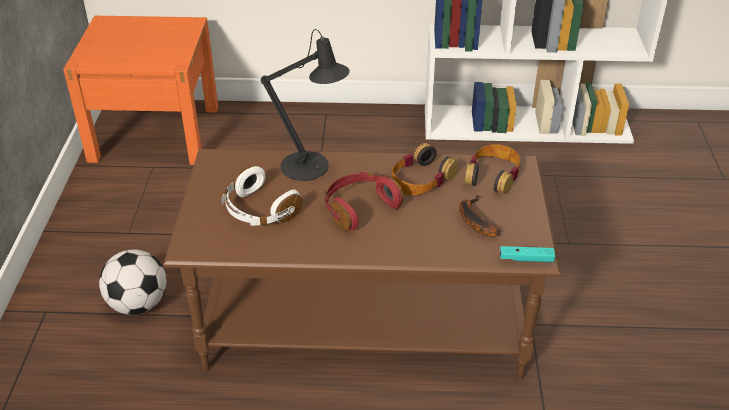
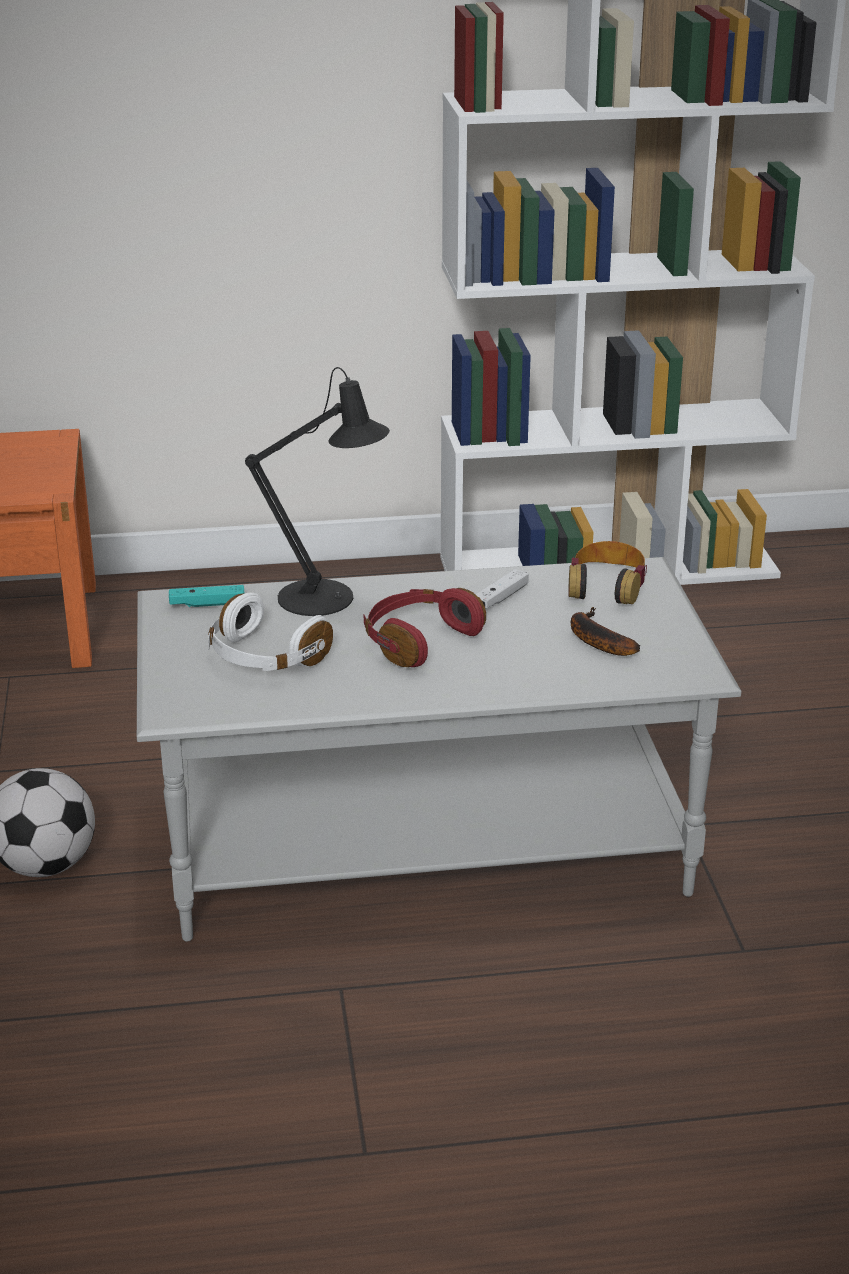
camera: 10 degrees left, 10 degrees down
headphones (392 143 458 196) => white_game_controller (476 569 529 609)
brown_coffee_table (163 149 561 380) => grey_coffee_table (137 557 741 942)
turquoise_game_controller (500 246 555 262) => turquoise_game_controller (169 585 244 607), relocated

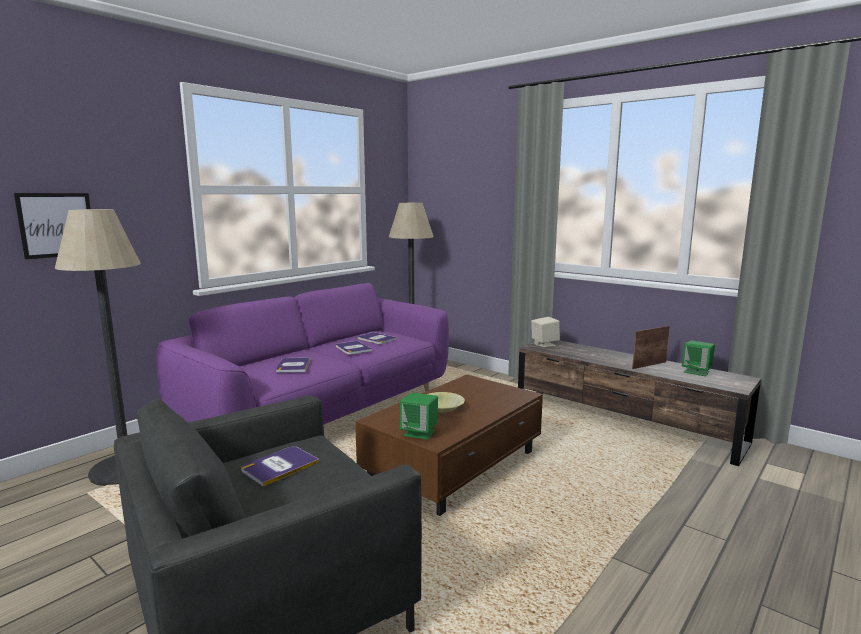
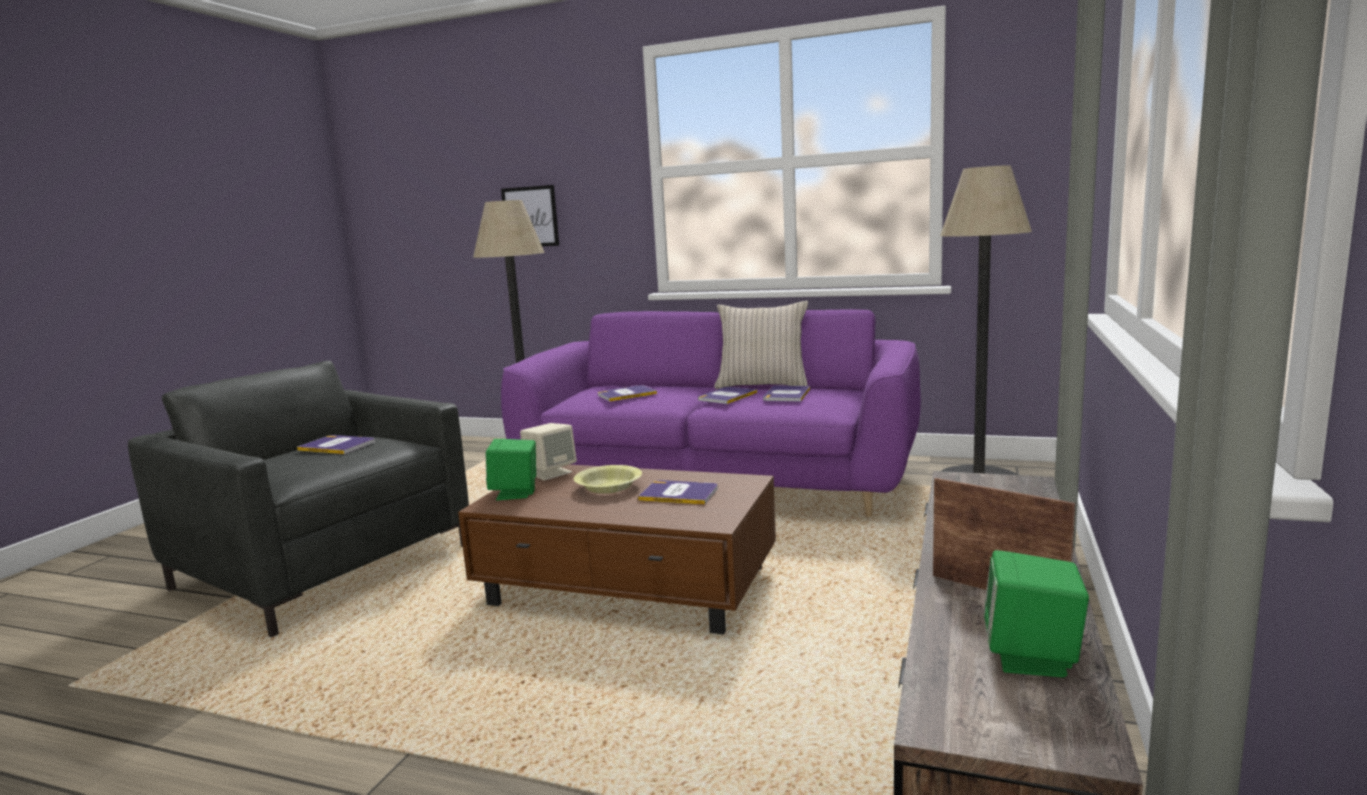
camera: 70 degrees right, 0 degrees up
beige_speaker (531 317 560 347) => beige_speaker (520 423 577 481), relocated
nothing => beige_pillow (715 301 808 389)
nothing => book (638 480 718 505)

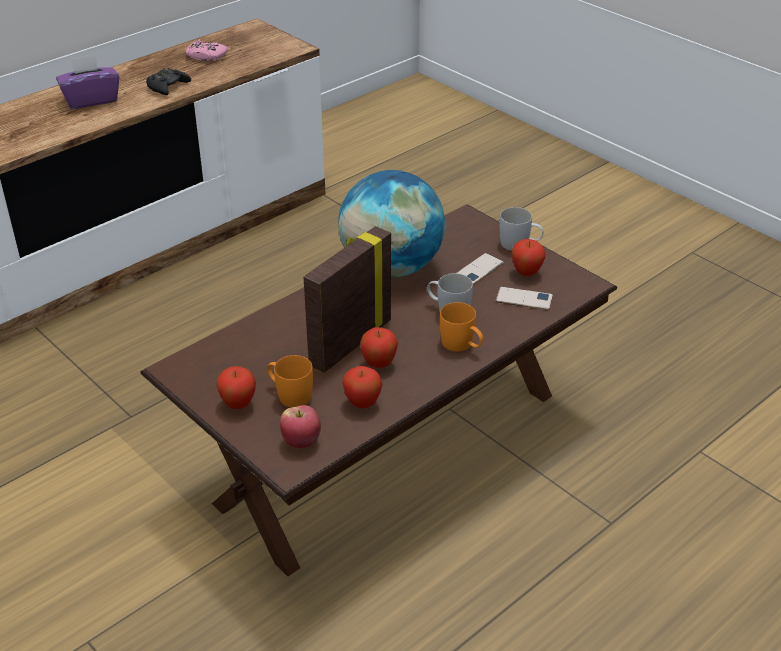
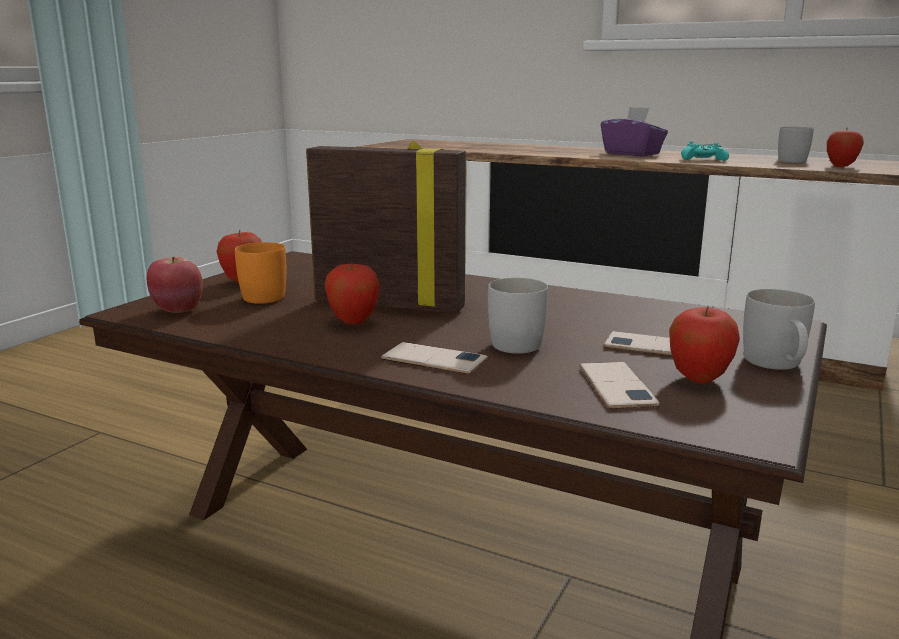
camera: 70 degrees right, 20 degrees down
pink_game_controller (186 39 228 61) => white_mug (778 127 814 163)
black_game_controller (146 68 191 95) => turquoise_game_controller (681 141 729 161)
globe (338 170 445 278) => nothing
orange_mug (440 302 483 352) => phone (381 342 488 374)
apple (342 366 383 409) => apple (827 129 864 167), relocated

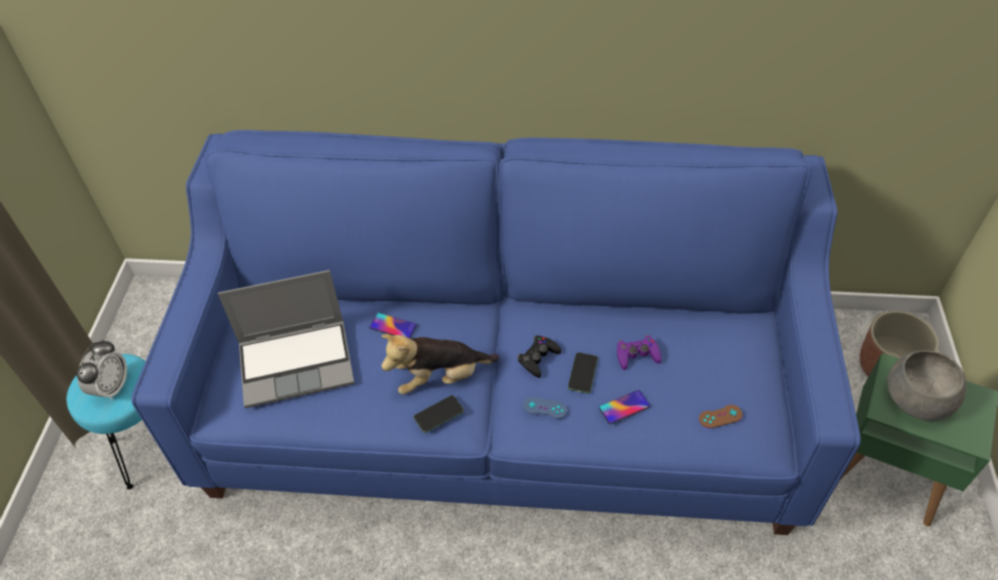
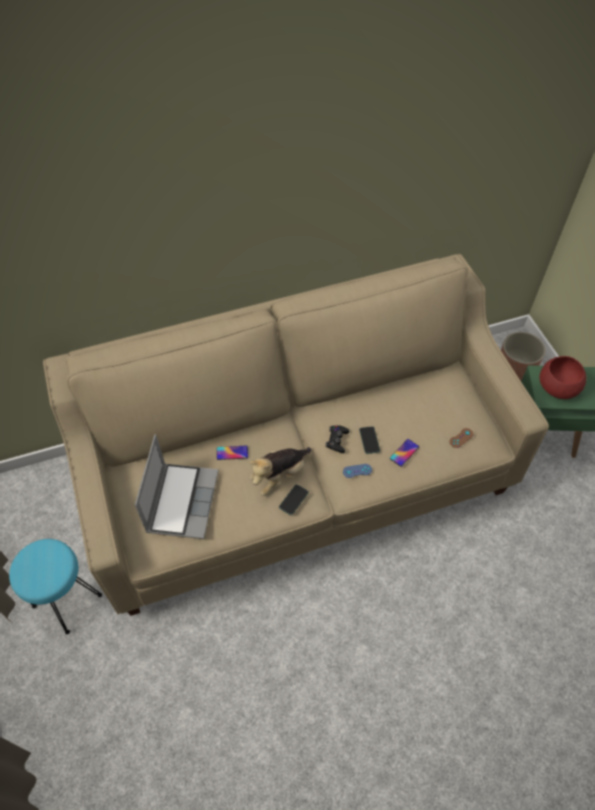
camera: 25 degrees left, 5 degrees up
blue_sofa (132 130 861 535) => beige_sofa (43 254 549 616)
laptop (218 270 354 408) => laptop (135 434 218 539), 45 degrees counterclockwise
purple_game_controller (617 335 661 370) => nothing
alarm_clock (77 339 127 400) => nothing
grey_bowl (887 350 966 421) => red_bowl (539 356 586 399)

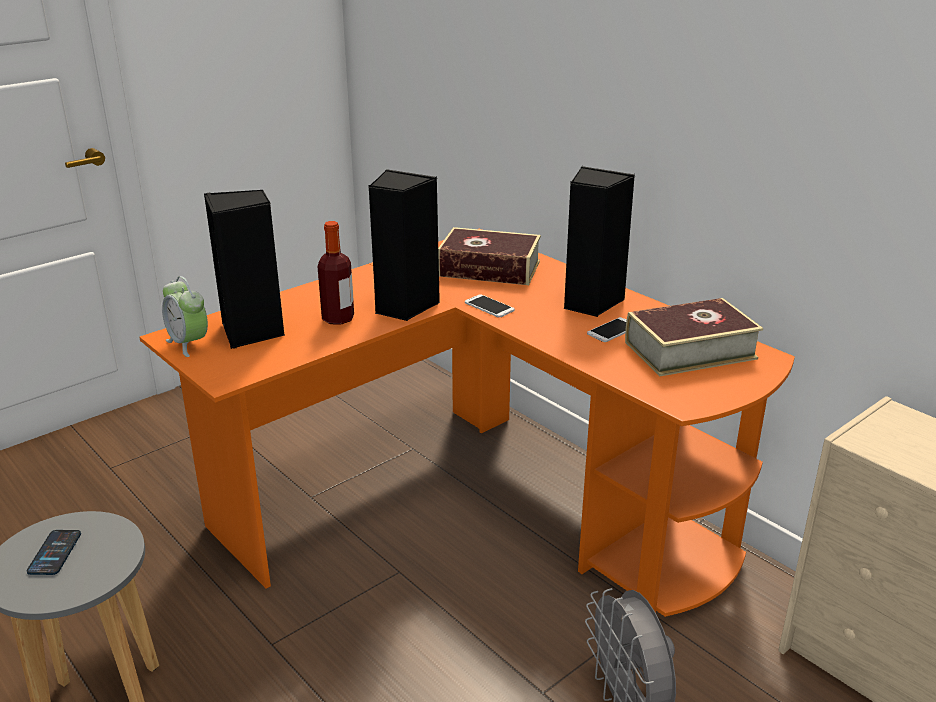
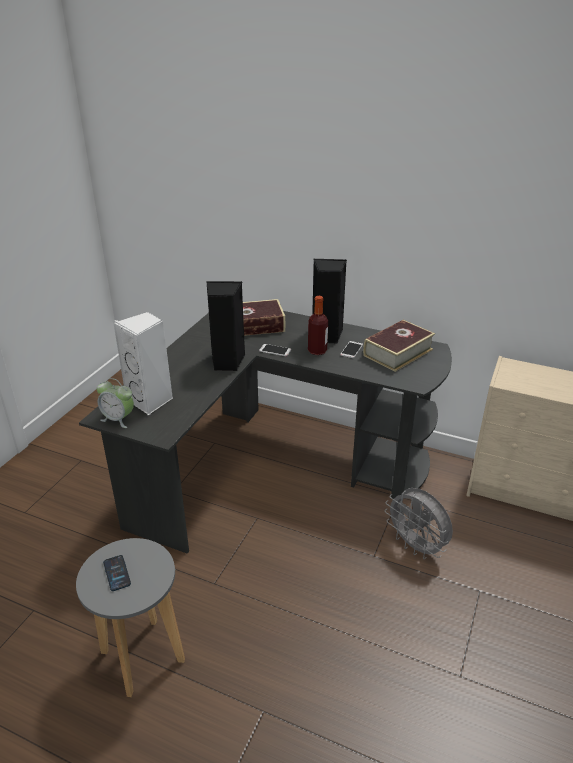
camera: 25 degrees left, 5 degrees up
black_speaker (204 190 285 349) => white_speaker (113 311 173 415)
bottle (317 221 354 325) => bottle (308 296 328 355), relocated
orange_desk (139 229 795 617) => black_desk (79 311 452 554)

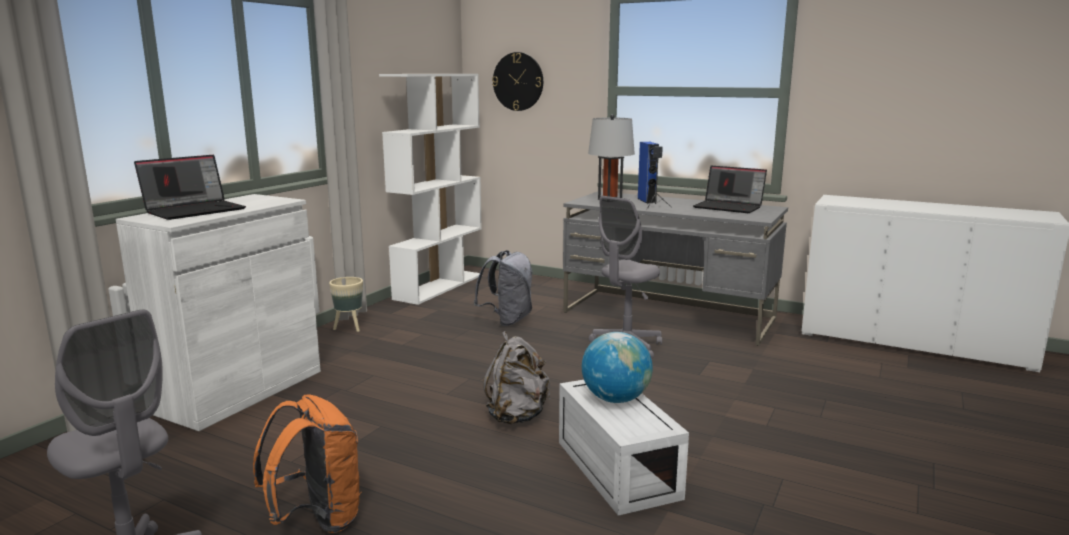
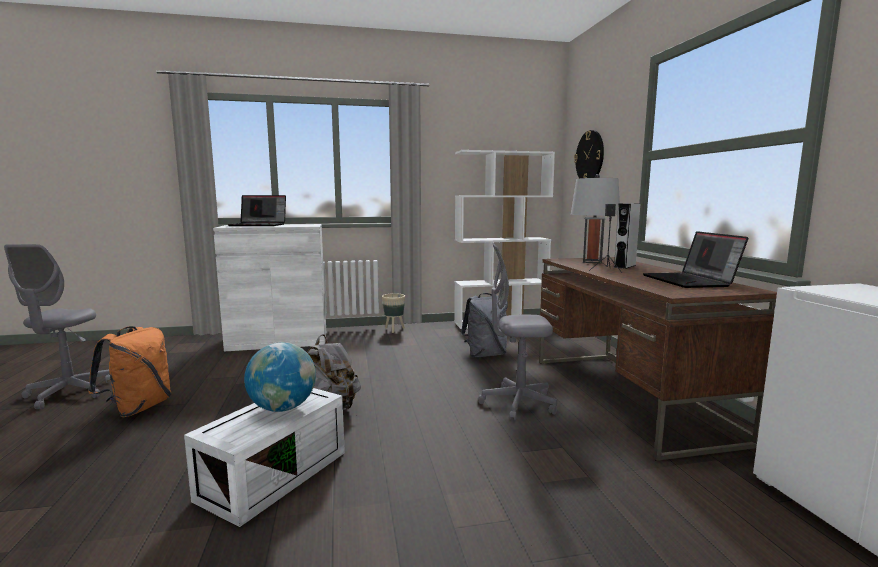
camera: 50 degrees right, 5 degrees down
blue_speaker (637 142 659 203) => grey_speaker (614 203 641 269)
grey_desk (563 191 788 346) => brown_desk (539 257 777 461)

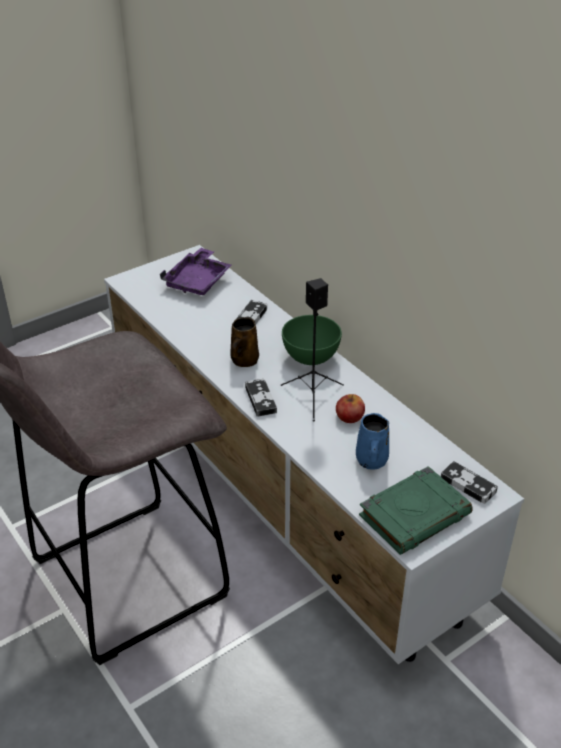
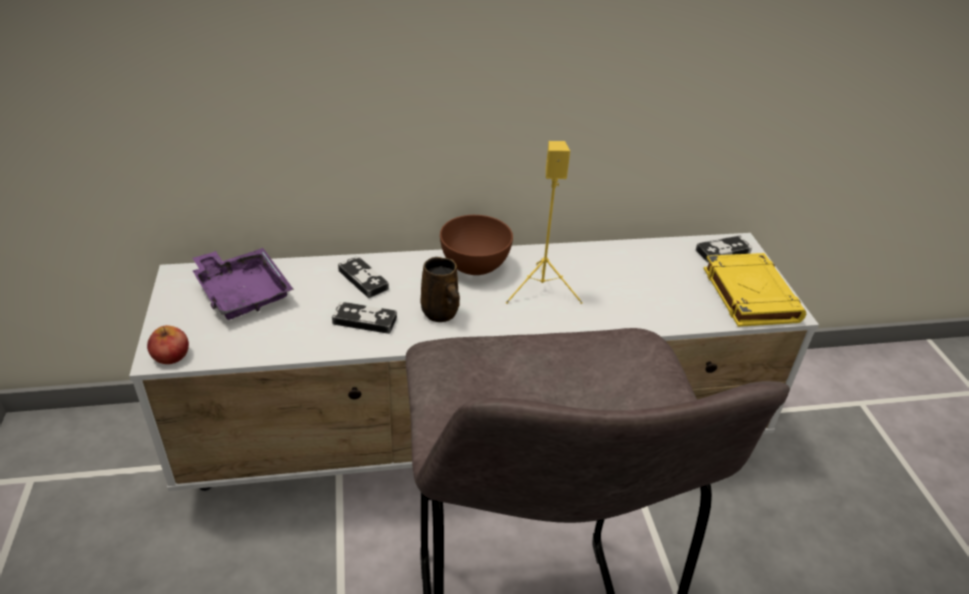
camera: 65 degrees left, 0 degrees up
black_speaker (280 278 344 421) => yellow_speaker (506 141 583 304)
green_bowl (282 315 342 365) => brown_bowl (440 215 513 275)
game_controller (245 379 277 417) => game_controller (332 302 397 334), relocated
apple (336 394 365 423) => apple (147 325 189 364), relocated
blue_mug (356 413 389 470) => nothing
green_book (359 466 473 555) => yellow_book (703 253 806 327)

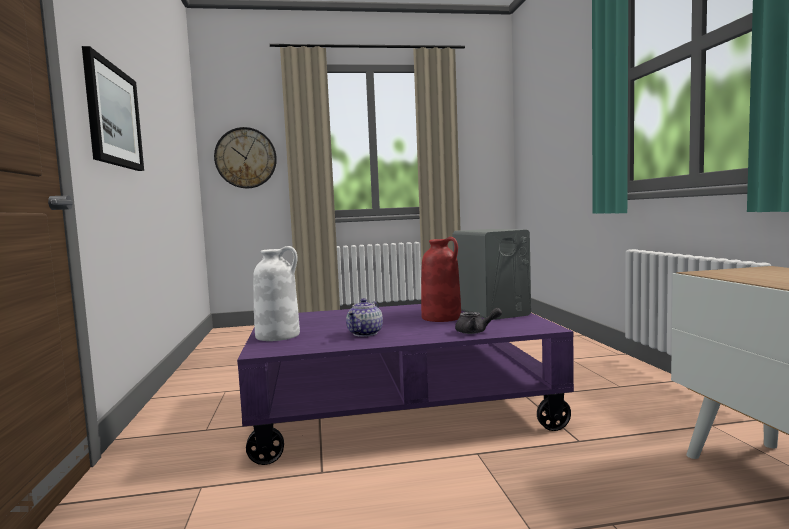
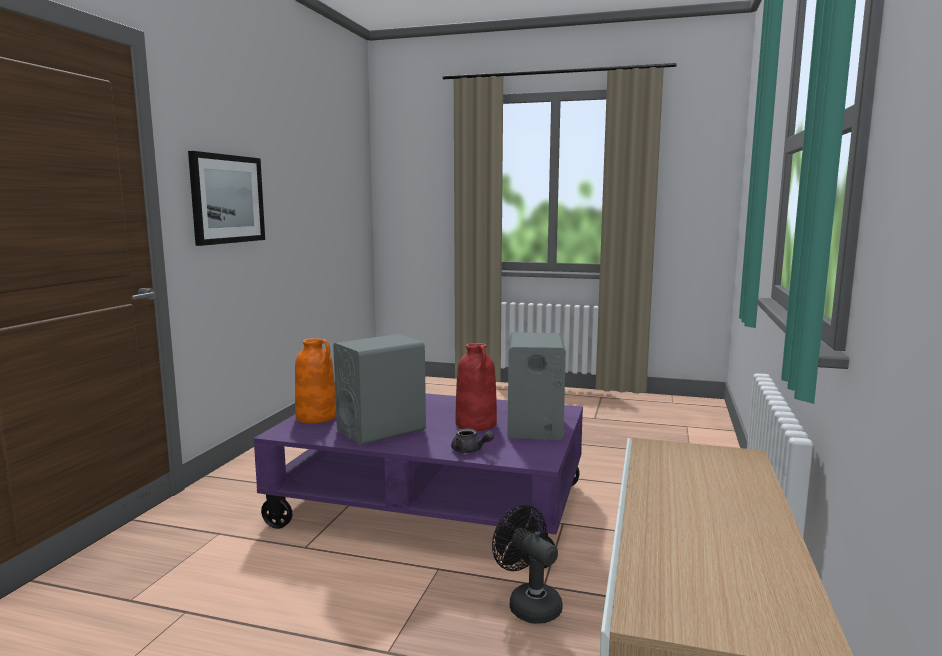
camera: 25 degrees right, 5 degrees up
wall_clock (214 127 277 188) => nothing
white_vase (253 246 300 341) => orange_vase (295 338 336 423)
teapot (346 298 383 337) => grey_speaker (333 334 426 445)
nothing => black_fan (492 505 562 624)

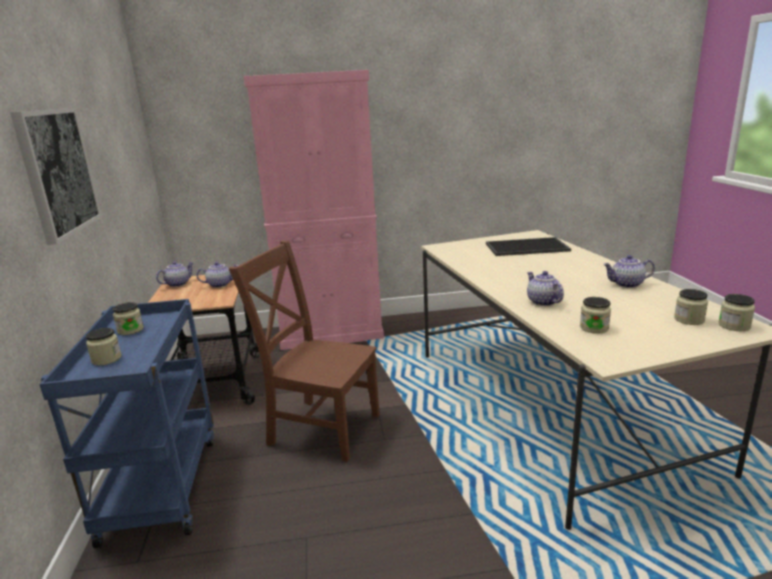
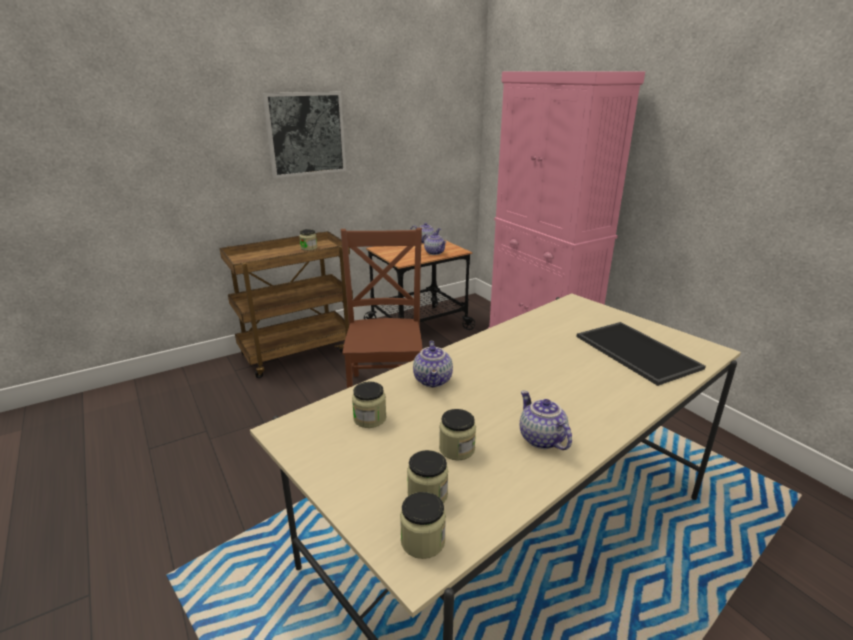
camera: 65 degrees right, 5 degrees up
teapot (527 271 564 306) => teapot (413 341 453 387), 135 degrees clockwise
blue_cart (39 299 214 548) => brown_cart (219 231 353 378)
jar (86 328 122 365) => jar (439 409 476 460), relocated

